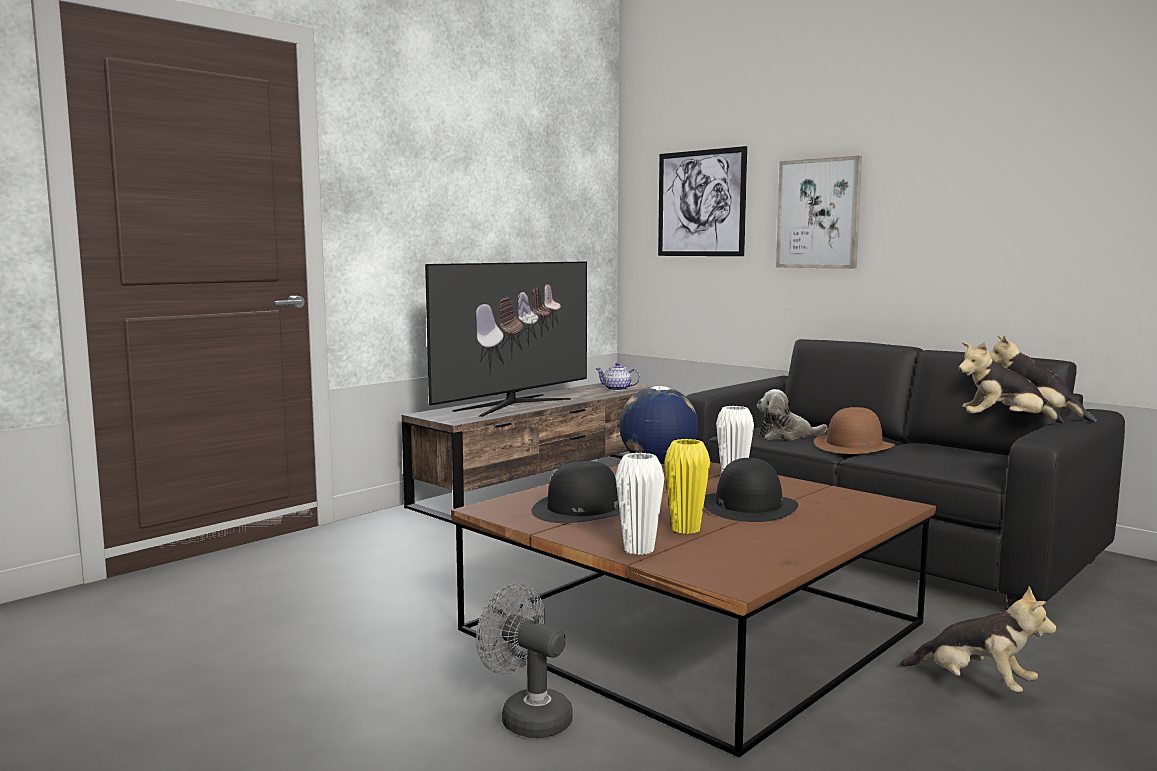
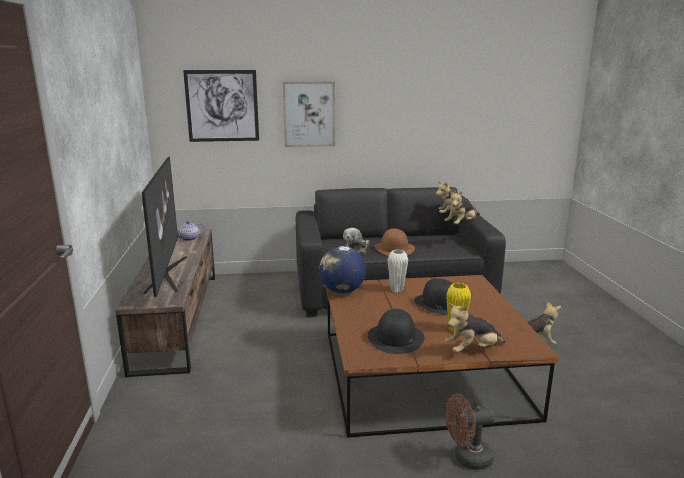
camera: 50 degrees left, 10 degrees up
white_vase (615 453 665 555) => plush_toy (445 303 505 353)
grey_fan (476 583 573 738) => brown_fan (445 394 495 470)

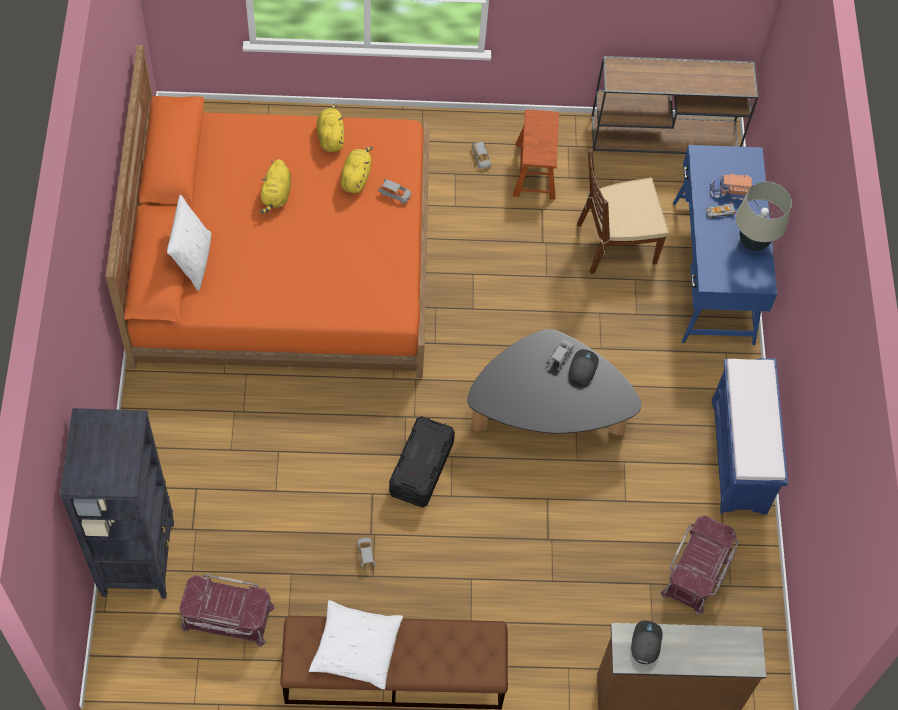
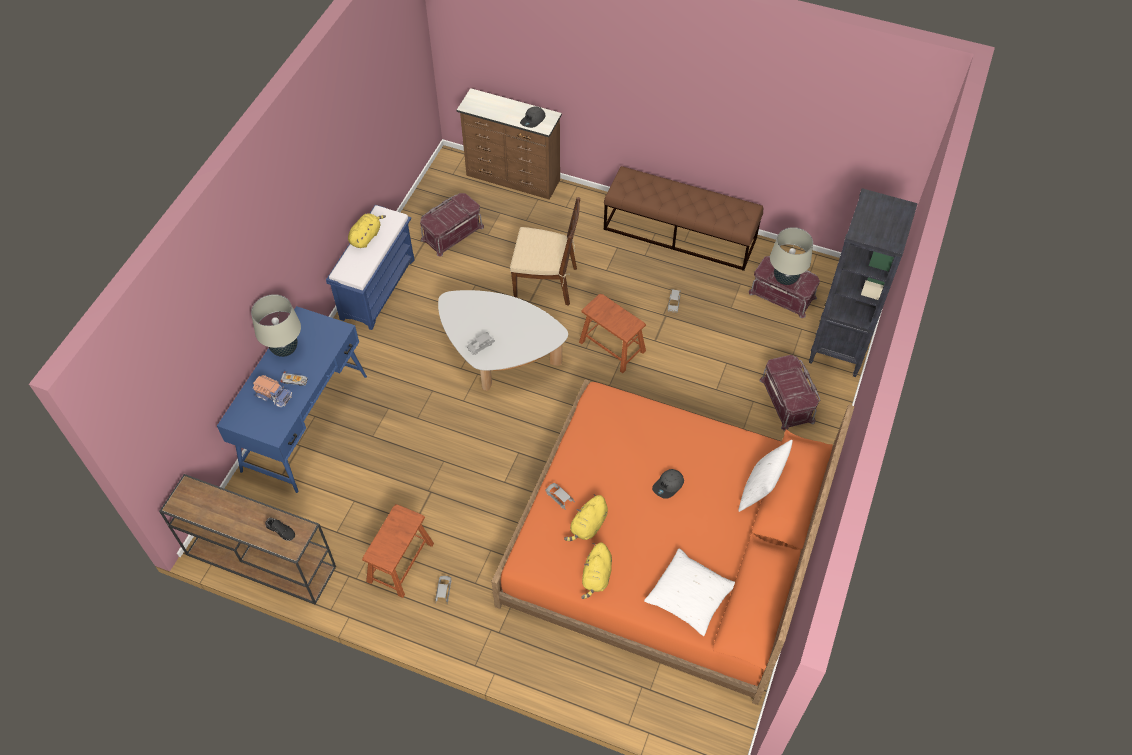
camera: 155 degrees left, 5 degrees down
brown_chair (577 149 669 274) => brown_chair (510 197 580 306), relocated
yellow_plush_toy (260 159 291 214) => yellow_plush_toy (348 213 386 248), relocated
black_coffee_table (467 329 642 435) => white_coffee_table (438 290 568 391)
grey_cap (569 349 599 385) => grey_cap (652 469 684 499), relocated
black_storage_box (389 416 455 508) => brown_stool (579 294 646 373)
white_pillow (309 600 403 689) => white_pillow (644 549 735 636), relocated
nothing => beige_table_lamp (770 227 813 285)
nothing => red_storage_box (759 355 820 431)
nothing => black_shoe (265 518 295 541)

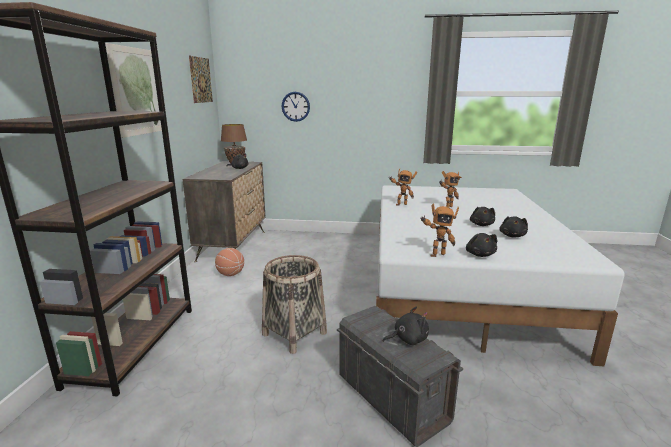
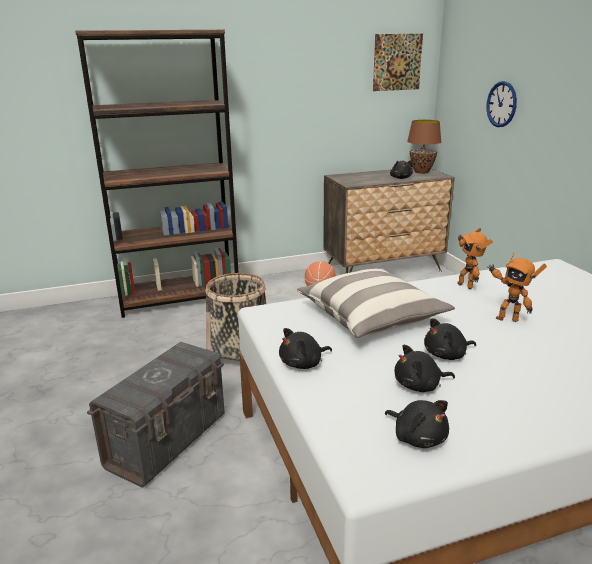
camera: 65 degrees right, 5 degrees up
picture (105 43 162 138) => nothing
toy_robot (420 204 459 257) => nothing
black_plush_toy (383 307 429 345) => black_plush_toy (385 400 449 448), relocated
nothing => pillow (296 268 455 338)

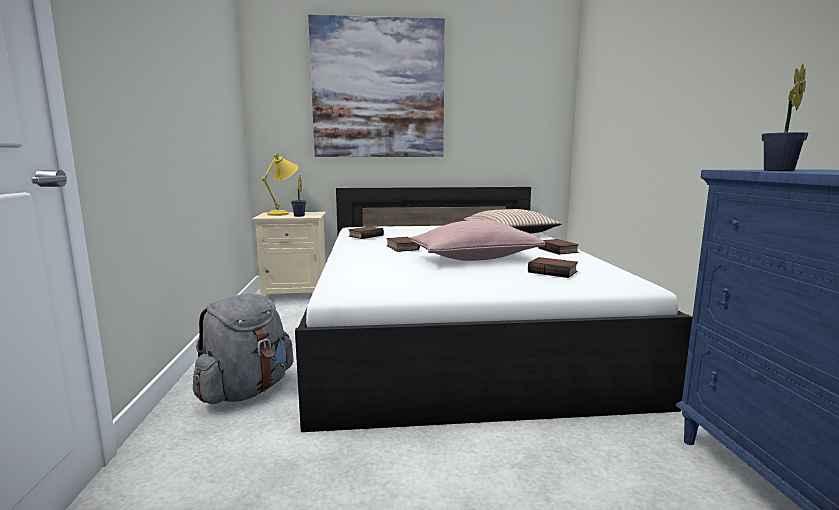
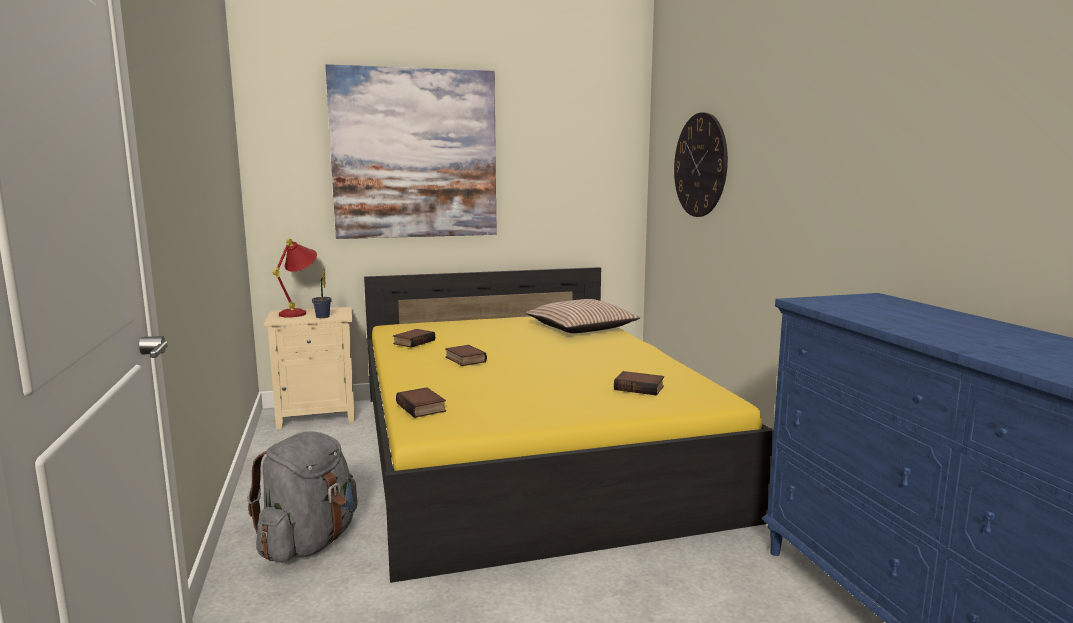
camera: 10 degrees left, 0 degrees up
potted_plant (762 63 808 171) => nothing
yellow_table_lamp (262 154 298 216) => red_table_lamp (273 239 317 318)
white_bed (295 187 692 432) => yellow_bed (364 267 774 583)
pink_pillow (411 220 545 261) => nothing
book (538 239 579 255) => book (396 387 446 418), relocated
nothing => wall_clock (674 112 728 217)

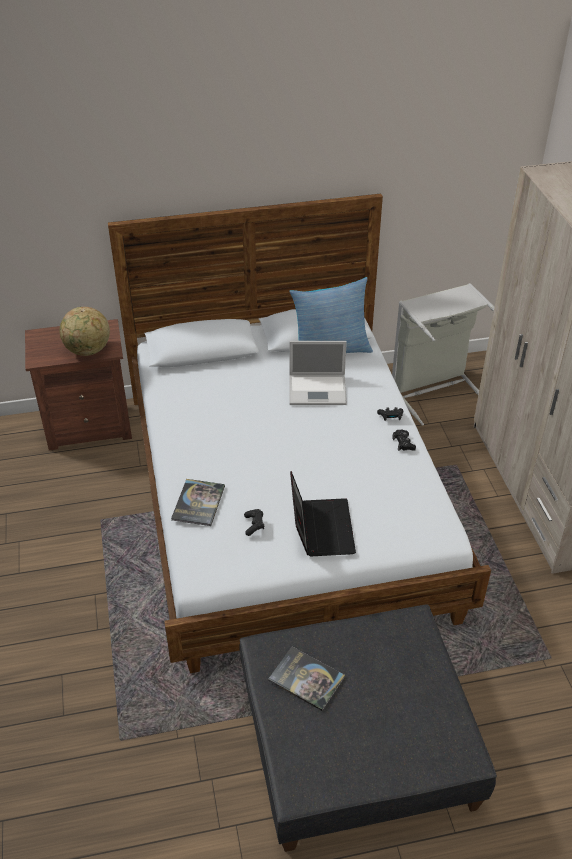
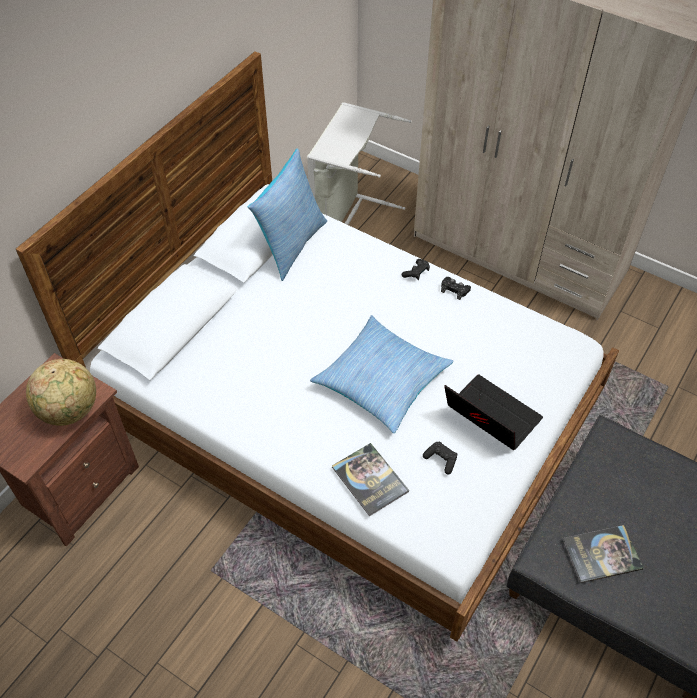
camera: 45 degrees left, 10 degrees up
laptop (289 341 347 405) => nothing
nothing => pillow (310 315 453 433)

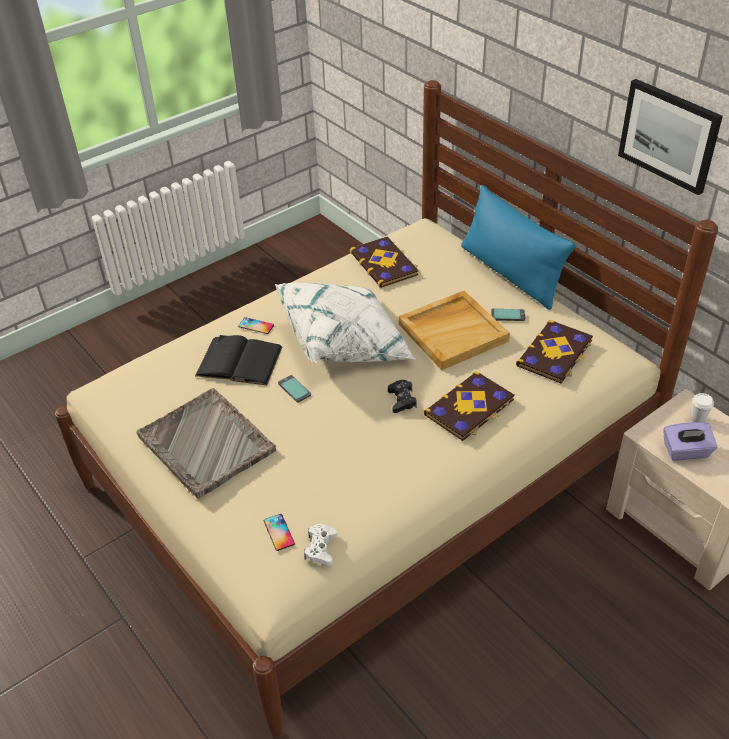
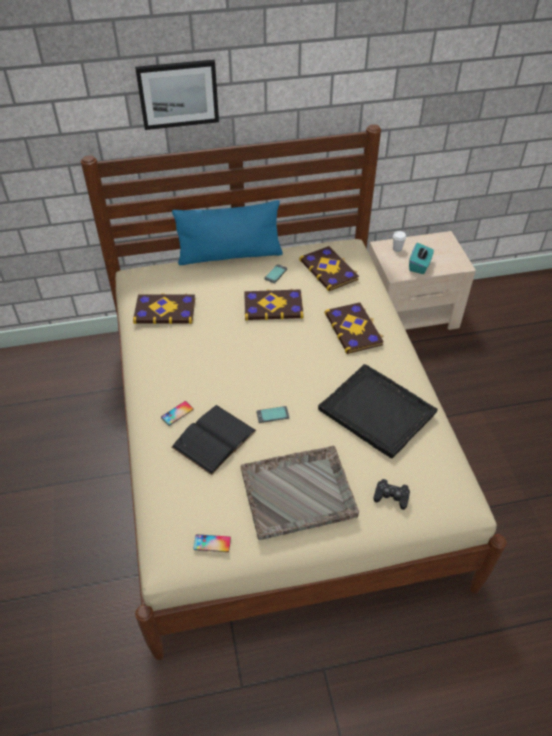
camera: 65 degrees left, 5 degrees up
picture (618 79 723 195) => picture (135 60 219 130), relocated
white_pillow (275 282 416 363) => nothing
beige_tray (399 290 510 370) => book (244 289 304 320)
black_game_controller (388 380 417 413) => black_game_controller (374 479 410 510), relocated
purple_tissue_box (663 422 717 461) => turquoise_tissue_box (409 243 434 274)
phone (264 514 295 551) => phone (193 534 231 552), relocated
white_game_controller (304 524 337 566) => nothing
nothing => black_tray (318 364 438 458)

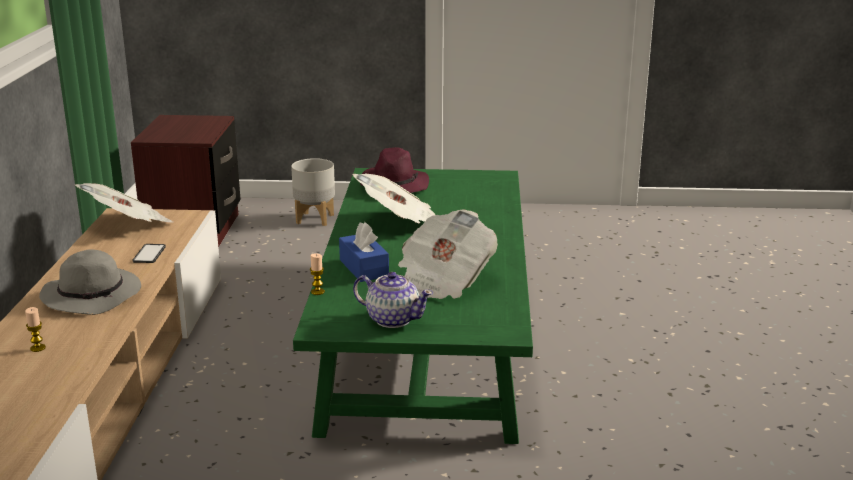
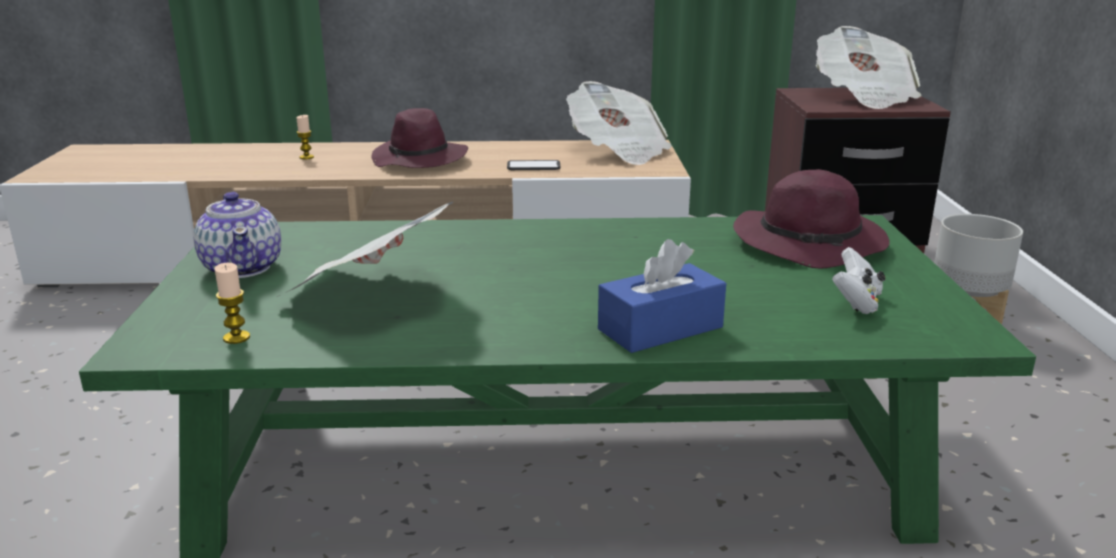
camera: 85 degrees right, 0 degrees up
newspaper (353 174 435 223) => newspaper (816 26 921 109), relocated
blue_tissue_box (339 222 389 282) => blue_tissue_box (598 239 726 353), relocated
grey_hat (39 250 141 315) => purple_hat (371 108 468 168)
candle (310 253 325 295) => candle (214 263 250 344), relocated
teapot (353 272 433 328) => teapot (193 191 281 278), 45 degrees counterclockwise
nothing => white_game_controller (832 247 885 314)

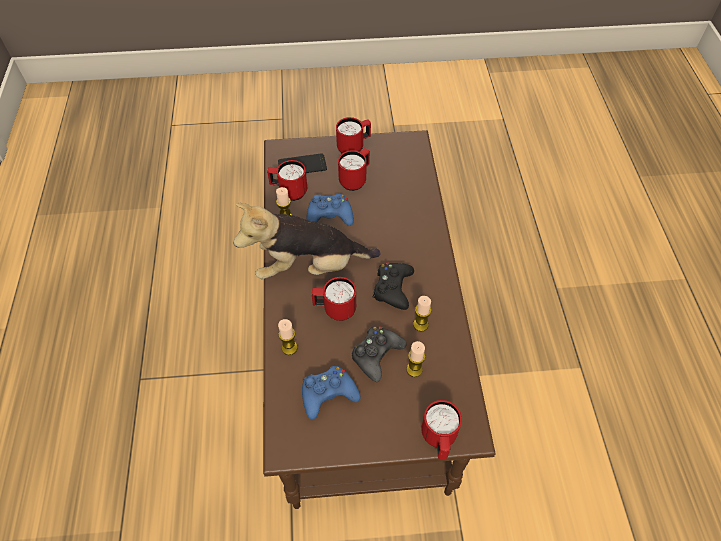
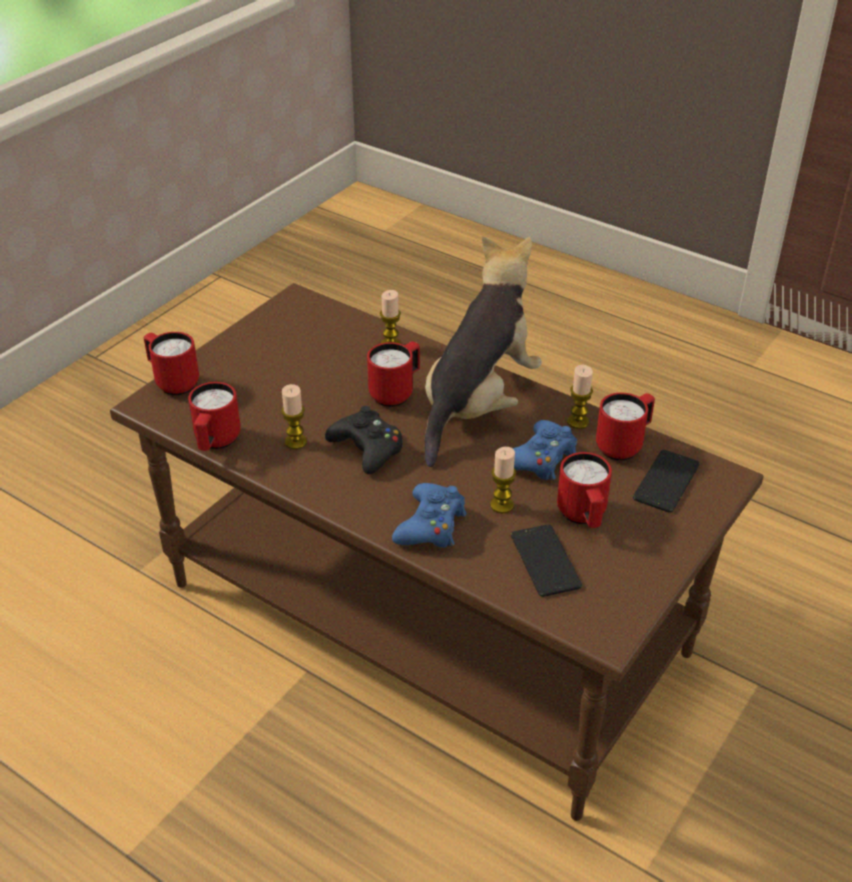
camera: 130 degrees right, 15 degrees down
red_mug (336 117 371 153) => red_mug (188 382 241 451), relocated
black_game_controller (352 326 407 382) => nothing
candle (407 341 425 377) => candle (490 447 516 514), relocated
blue_game_controller (302 366 361 420) => blue_game_controller (392 483 466 548), relocated
nothing => phone (511 524 582 597)

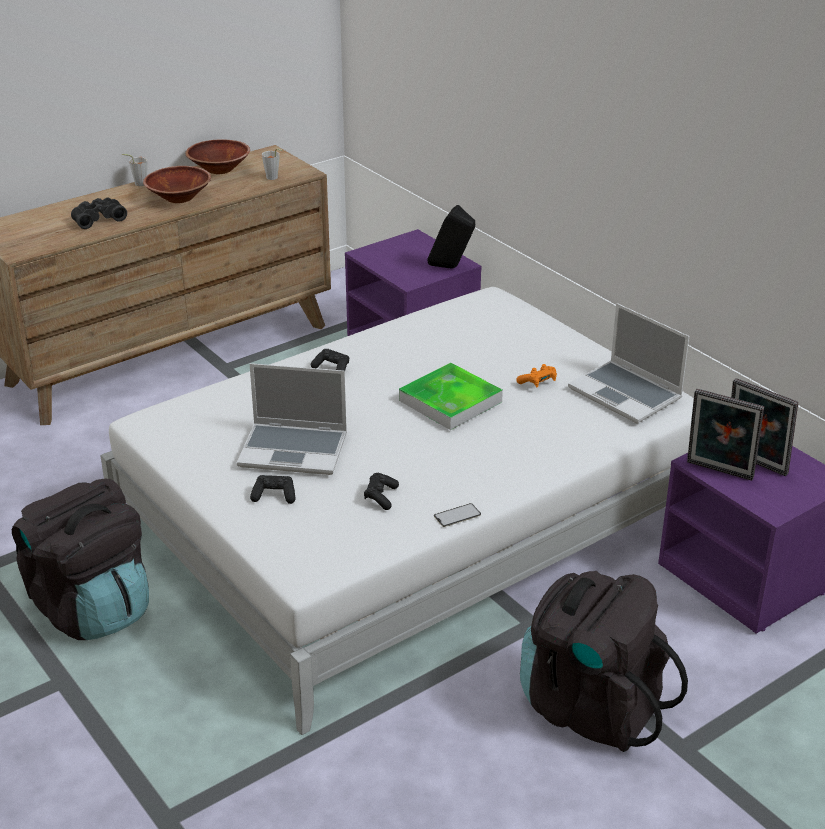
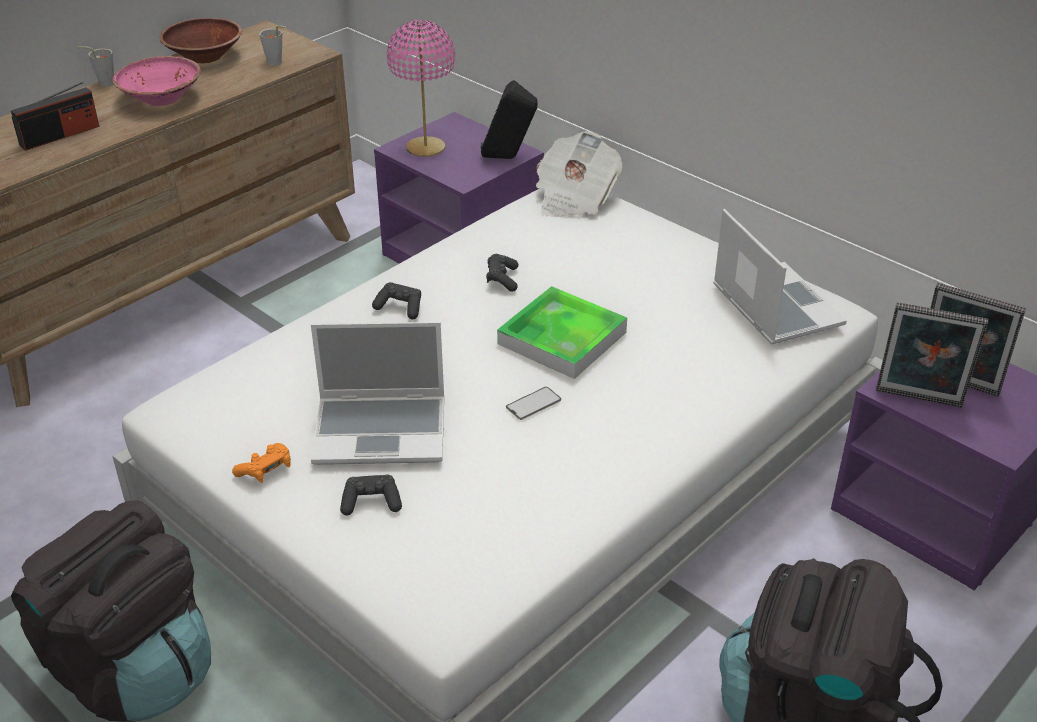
camera: 10 degrees left, 5 degrees up
brown_bowl (143 166 211 203) => pink_bowl (112 56 201 106)
black_binoculars (71 198 127 229) => radio (11 82 100 151)
laptop (568 303 689 423) => laptop (713 209 847 345), 150 degrees counterclockwise
orange_game_controller (516 364 557 388) => orange_game_controller (232 443 291 483), relocated
black_game_controller (364 472 399 510) => black_game_controller (486 254 518 292), relocated
phone (434 503 481 527) => phone (506 387 561 420), relocated
nothing => pink_table_lamp (387 20 455 157)
nothing => newspaper (536 131 623 217)

